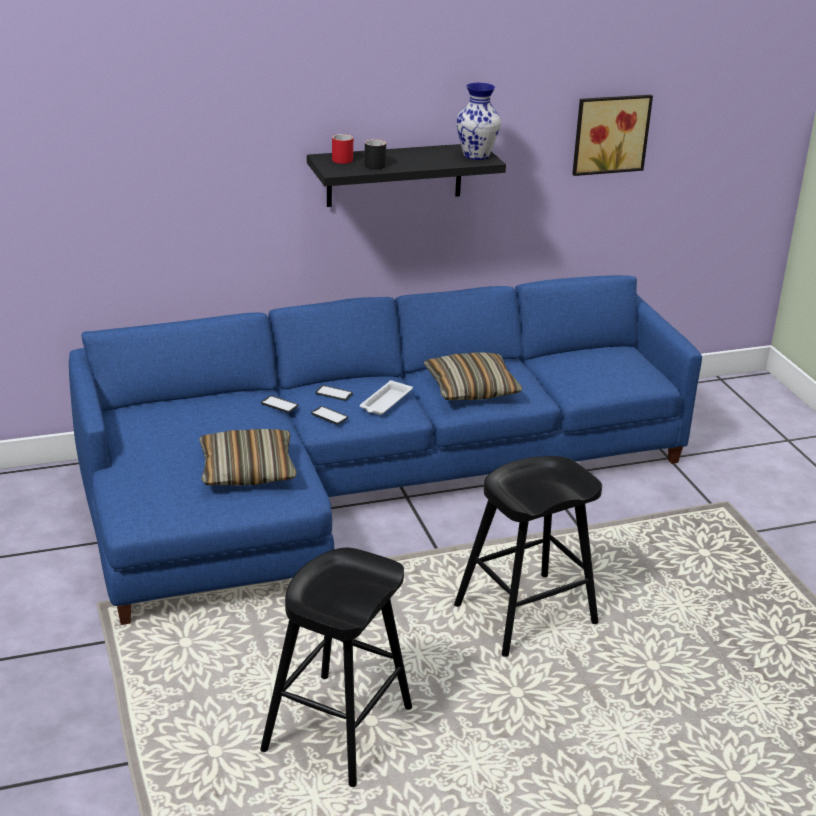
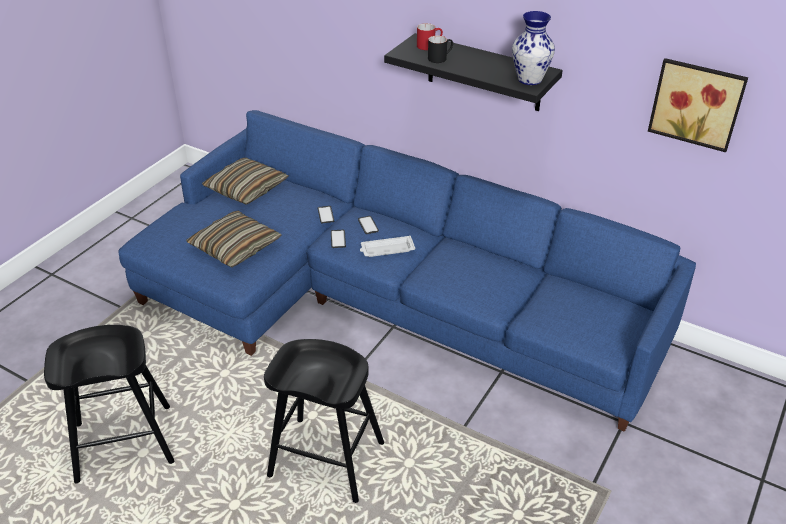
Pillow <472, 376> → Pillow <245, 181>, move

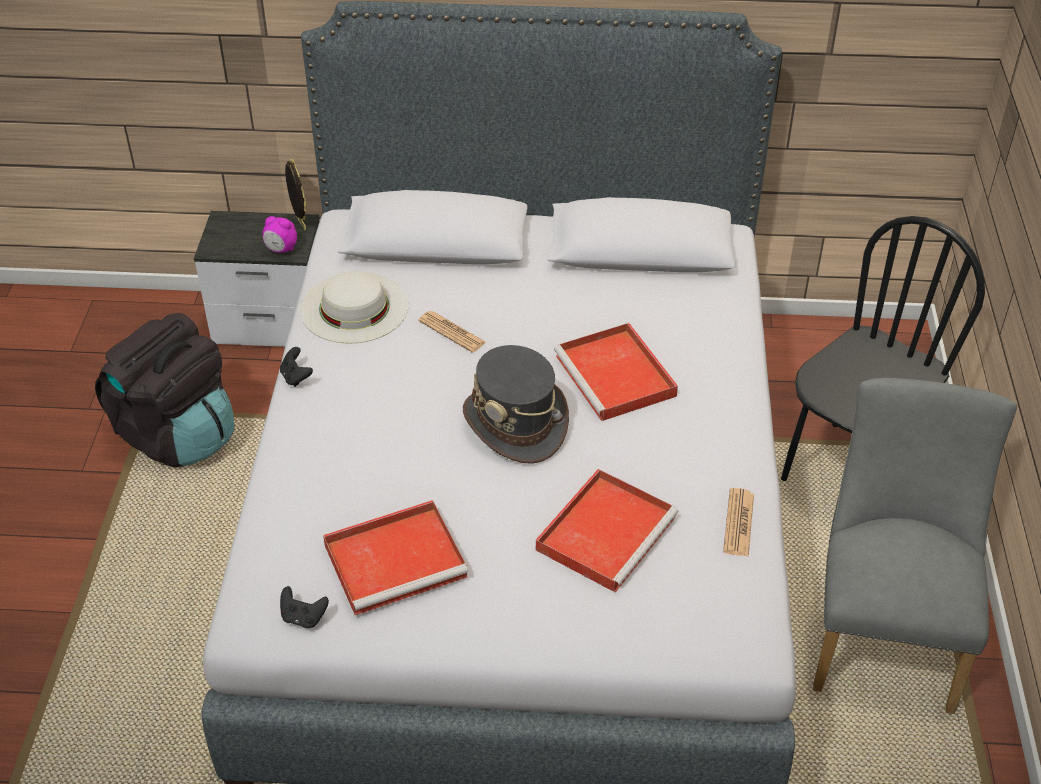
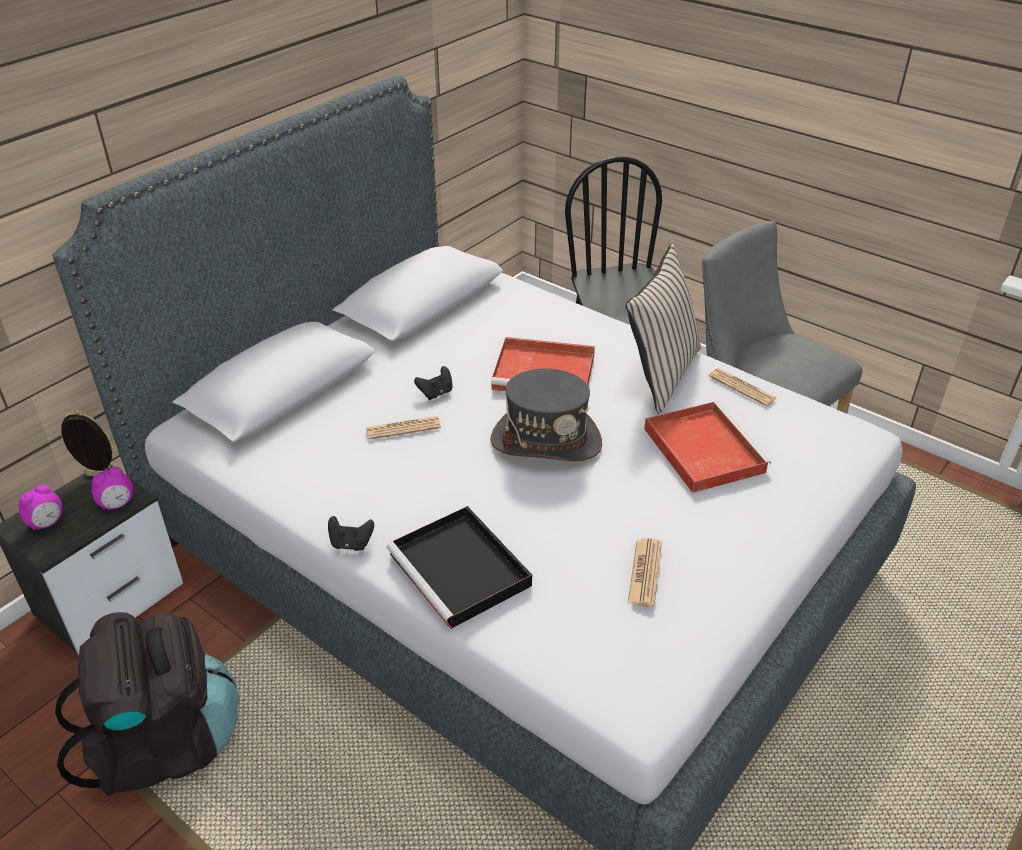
- → AlarmClock <40, 508>
- → BlackTray <459, 567>
BlackGameController <304, 607> → BlackGameController <433, 383>, move
- → BeigePillow <663, 329>
RedTray <395, 557> → Newspaper <644, 572>
WhiteHat <354, 307> → -

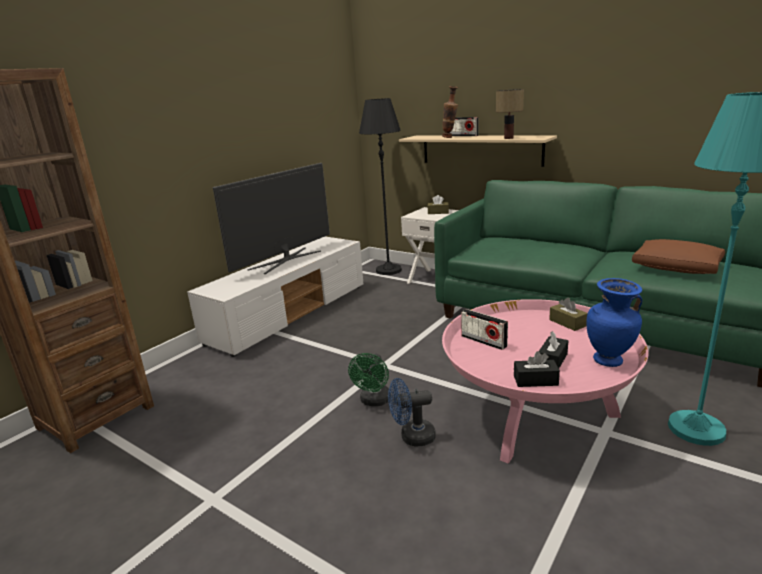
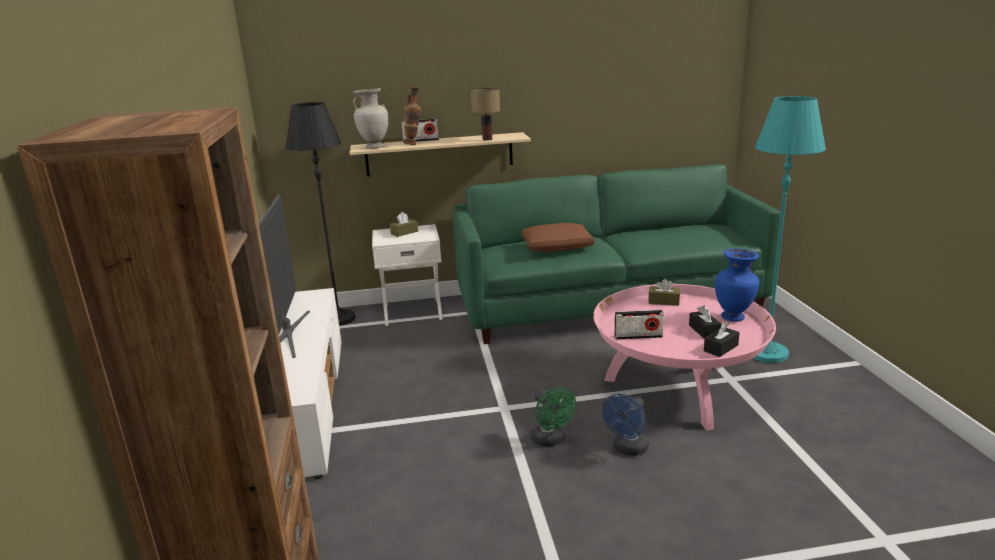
- → BeigeVase <370, 118>
BrownPillow <678, 256> → BrownPillow <558, 237>, move

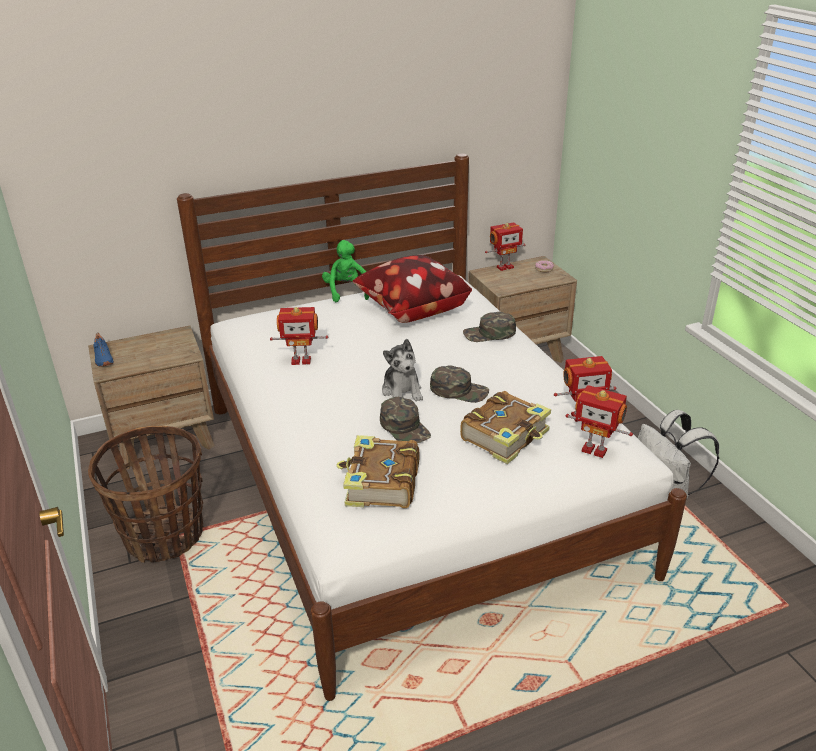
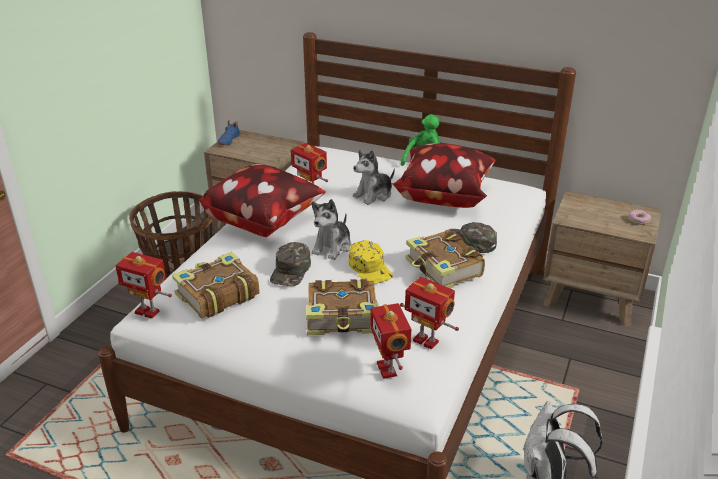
ToyRobot <505, 246> → ToyRobot <143, 285>, move
- → Pillow <262, 200>
GreenCap <459, 384> → YellowCap <370, 262>
- → PlushToy <374, 177>
- → Book <445, 259>

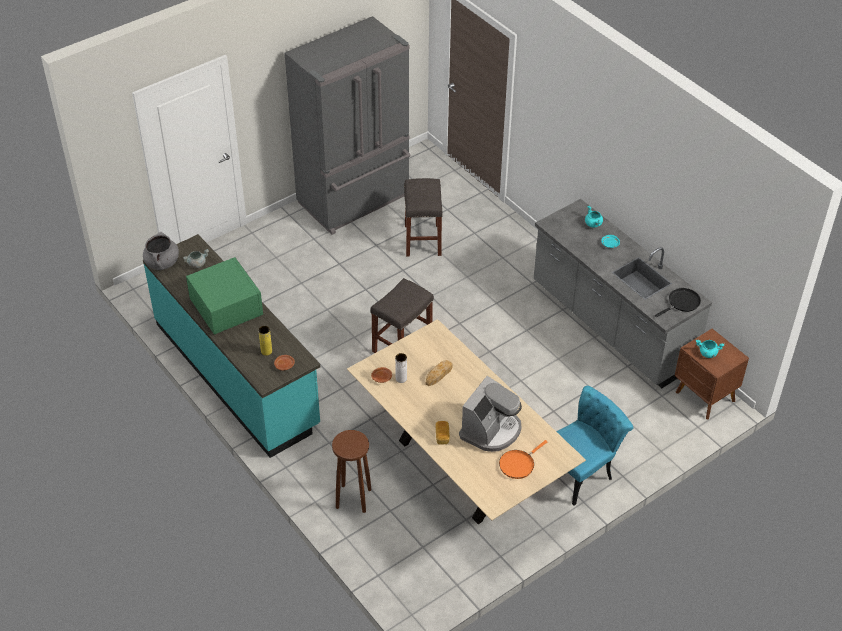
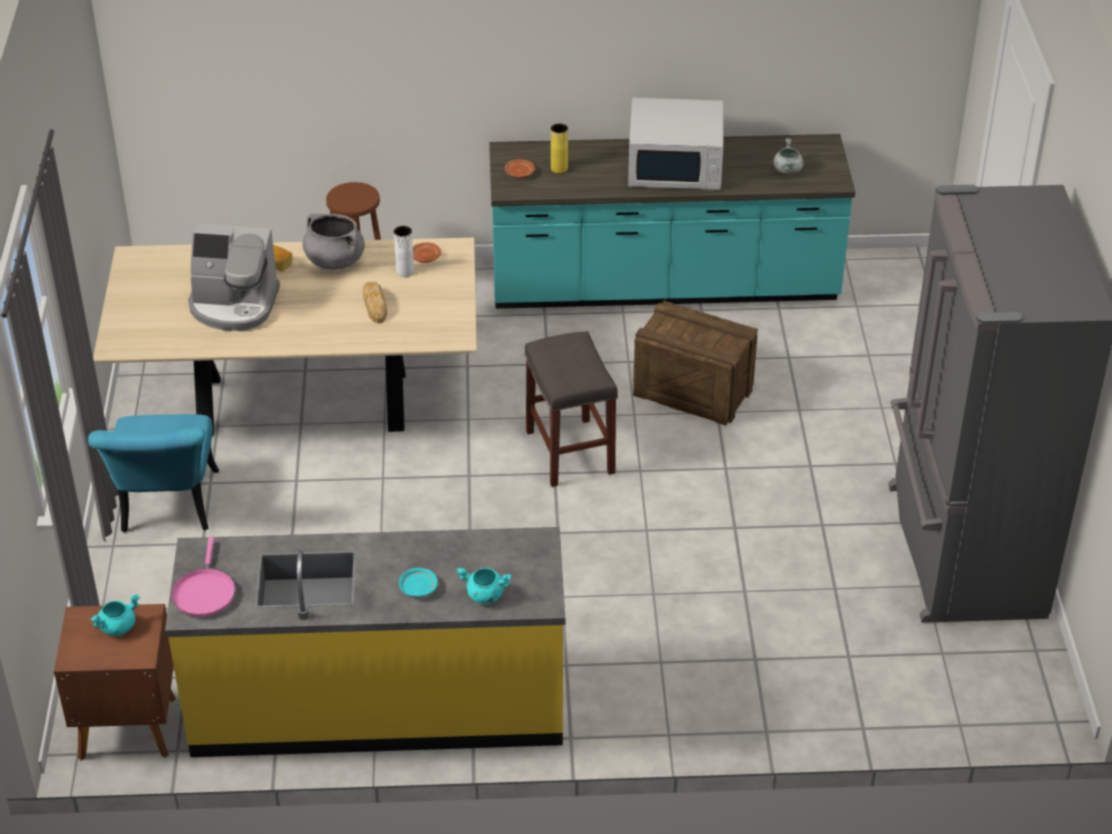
GreyCounter <623, 293> → YellowCounter <365, 642>
BlackFryingPan <678, 302> → PinkFryingPan <203, 576>
CoffeeMachine <490, 414> → CoffeeMachine <234, 277>, 60 degrees counterclockwise
GreyCookingPot <161, 251> → GreyCookingPot <333, 242>, move
GreenMicrowave <224, 296> → WhiteMicrowave <675, 144>
- → Crate <695, 363>
GreyStool <423, 217> → -
OrangeFryingPan <523, 459> → -

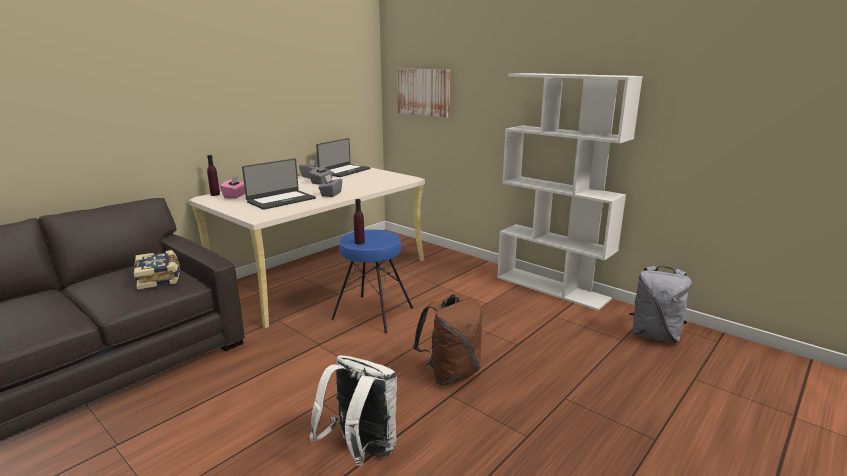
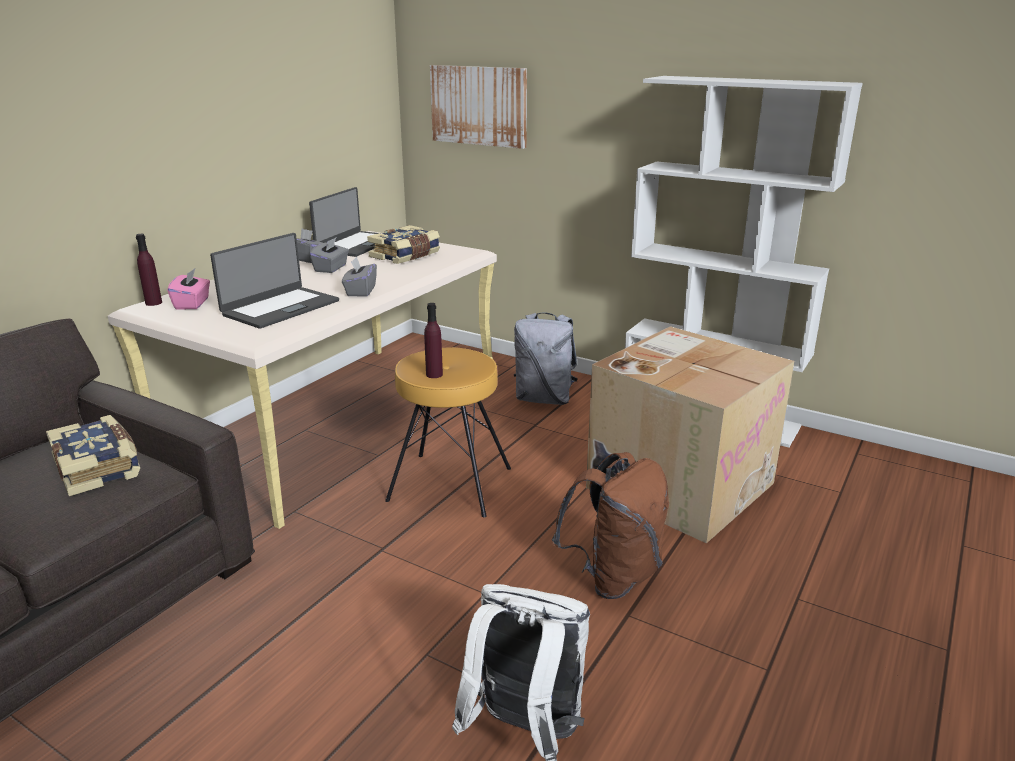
- → Book <403, 244>
BlueStool <372, 281> → BrownStool <448, 432>
GreyBackpack <660, 304> → GreyBackpack <546, 358>, move
- → CardboardBox <690, 434>

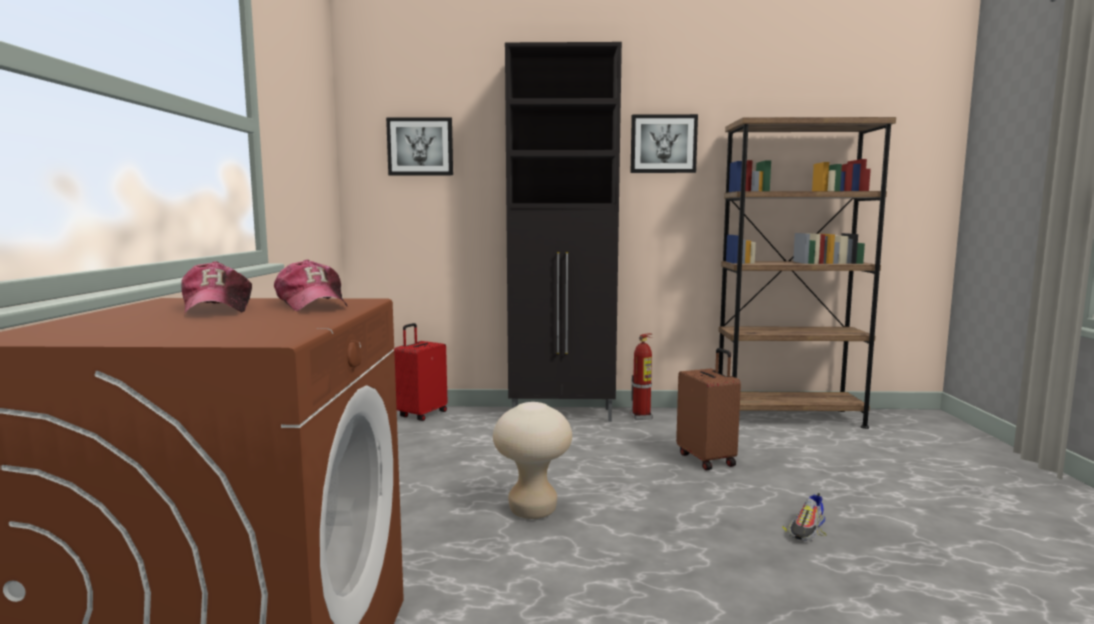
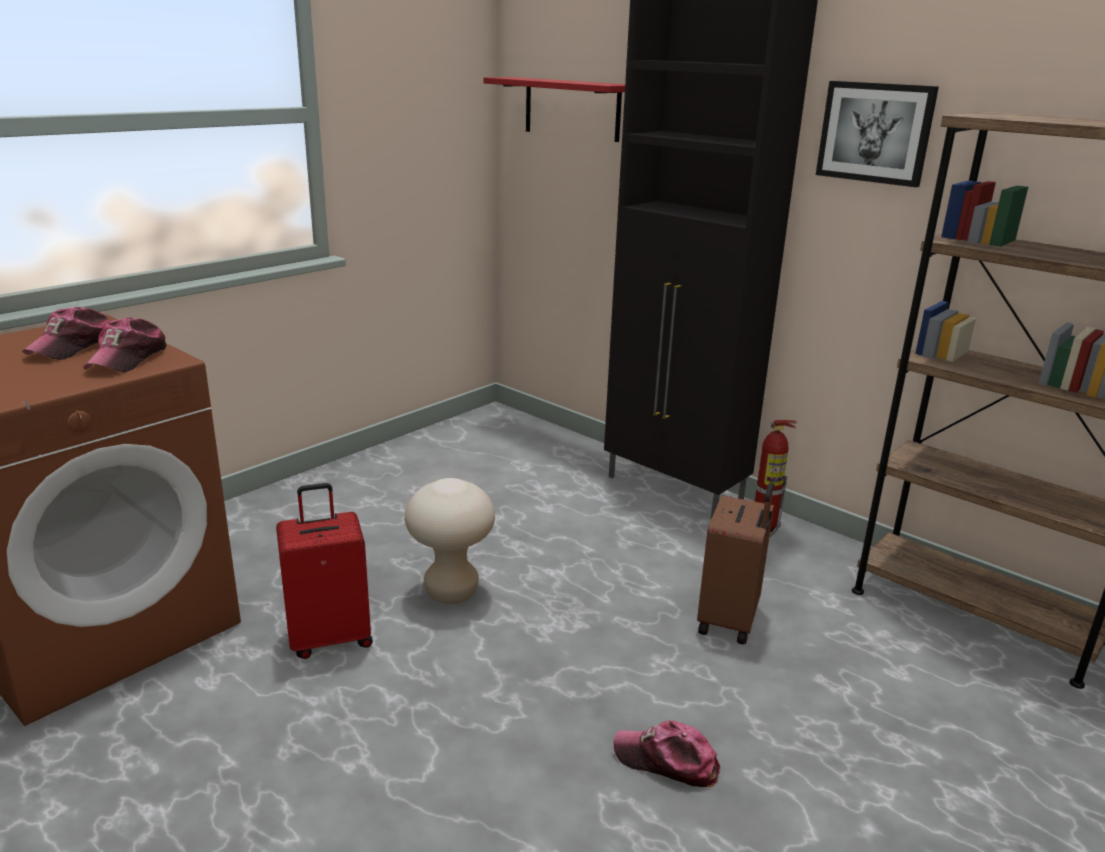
RedSuitcase <420, 372> → RedSuitcase <324, 571>, move
Picture <419, 146> → RedShelf <554, 109>
Shoe <804, 517> → Cap <667, 753>

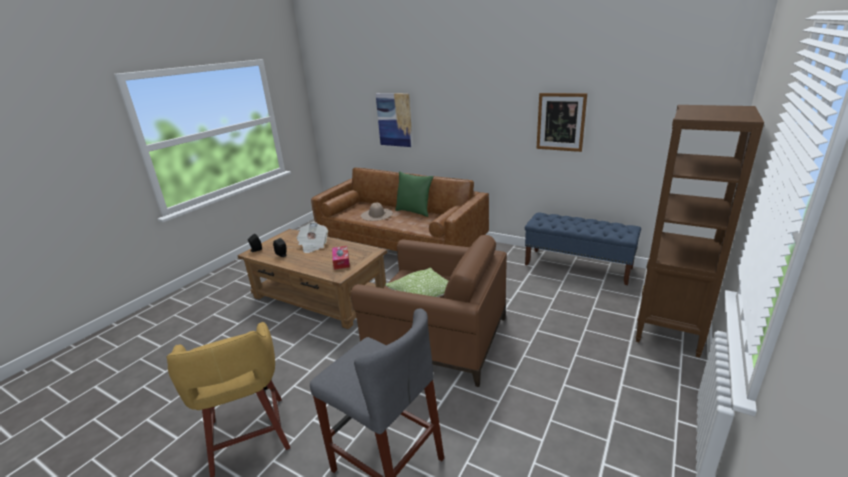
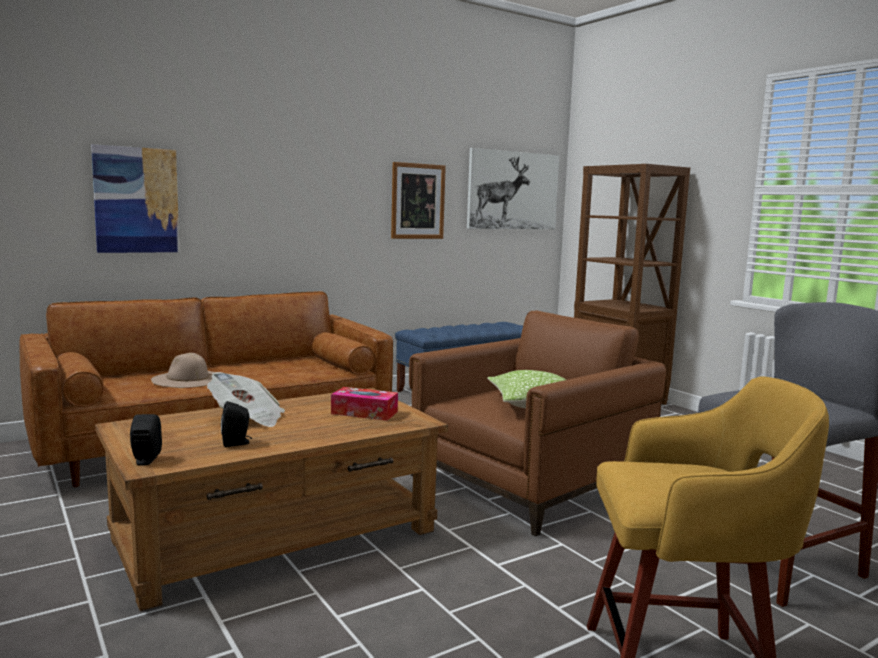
- → Picture <513, 189>
GreenPillow <414, 194> → -

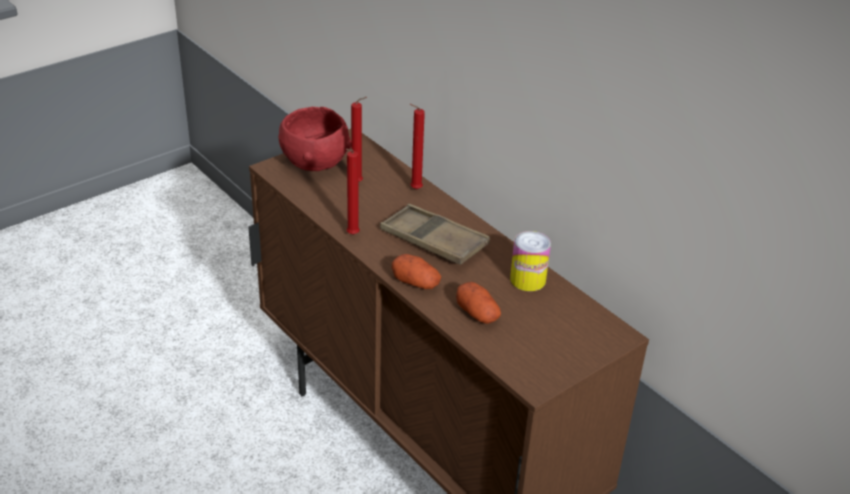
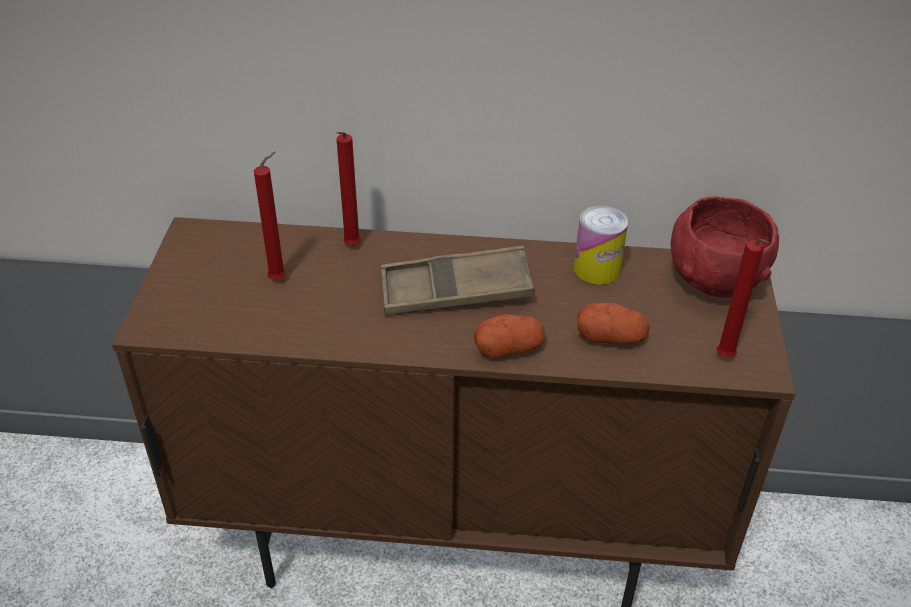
RedBowl <315, 139> → RedBowl <725, 247>, move
RedCandle <353, 192> → RedCandle <743, 298>, move

